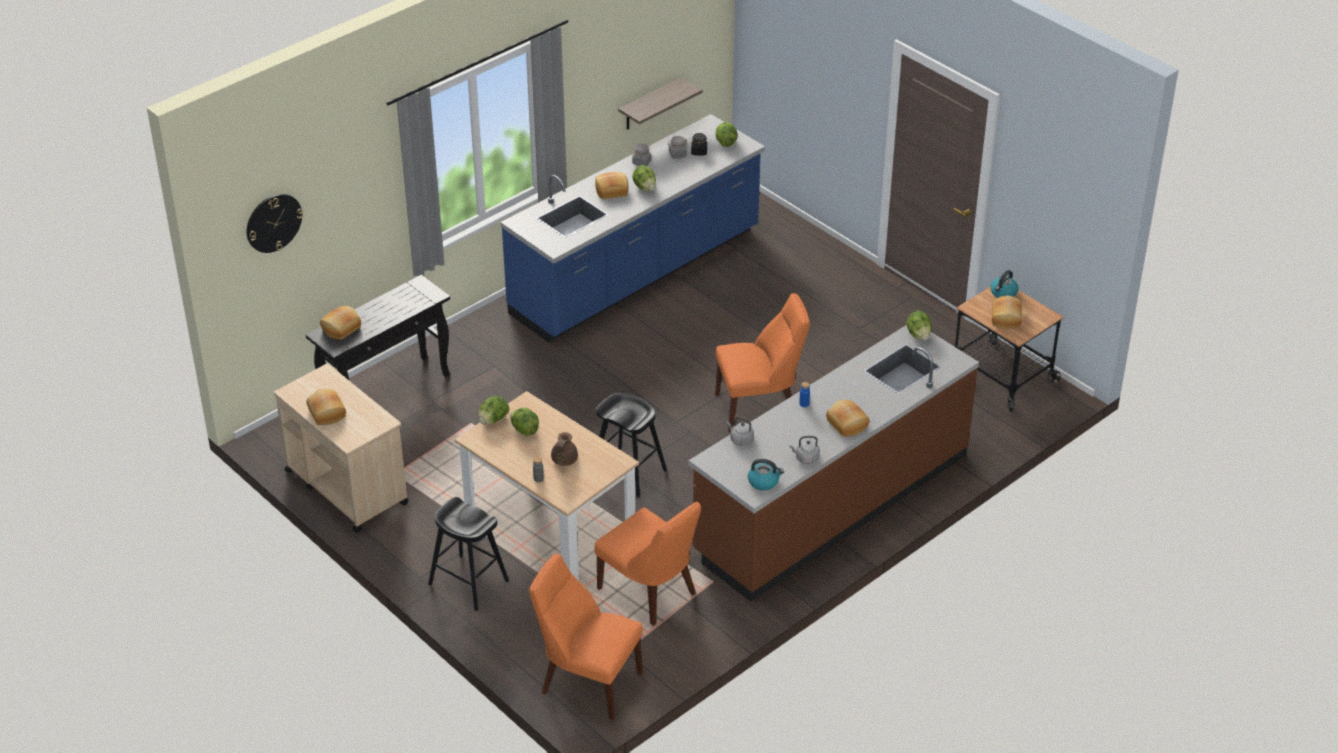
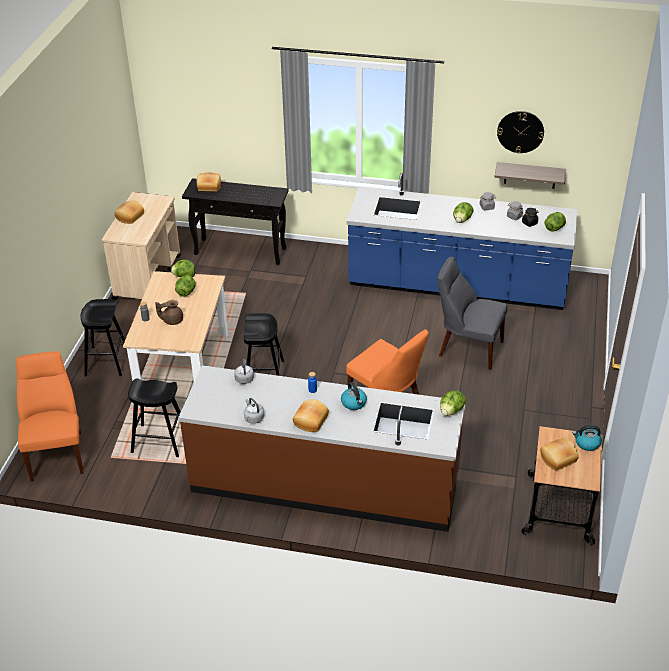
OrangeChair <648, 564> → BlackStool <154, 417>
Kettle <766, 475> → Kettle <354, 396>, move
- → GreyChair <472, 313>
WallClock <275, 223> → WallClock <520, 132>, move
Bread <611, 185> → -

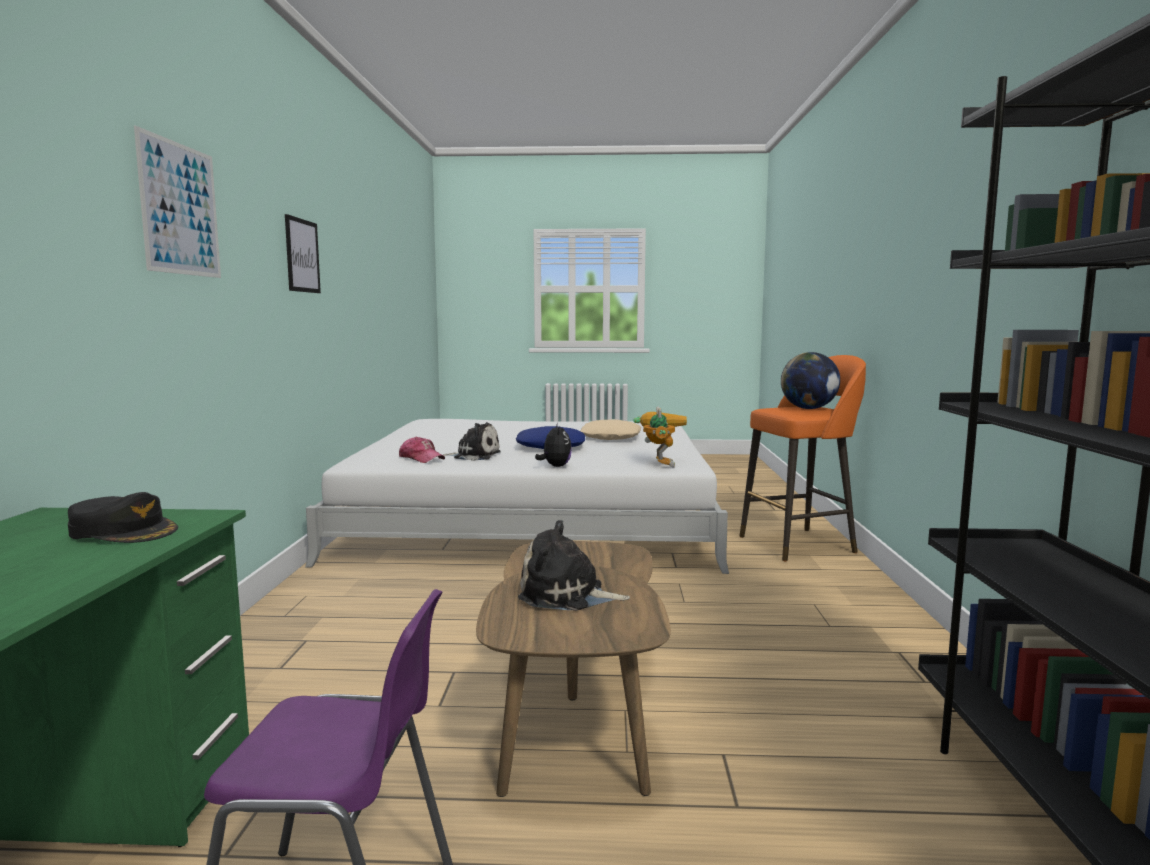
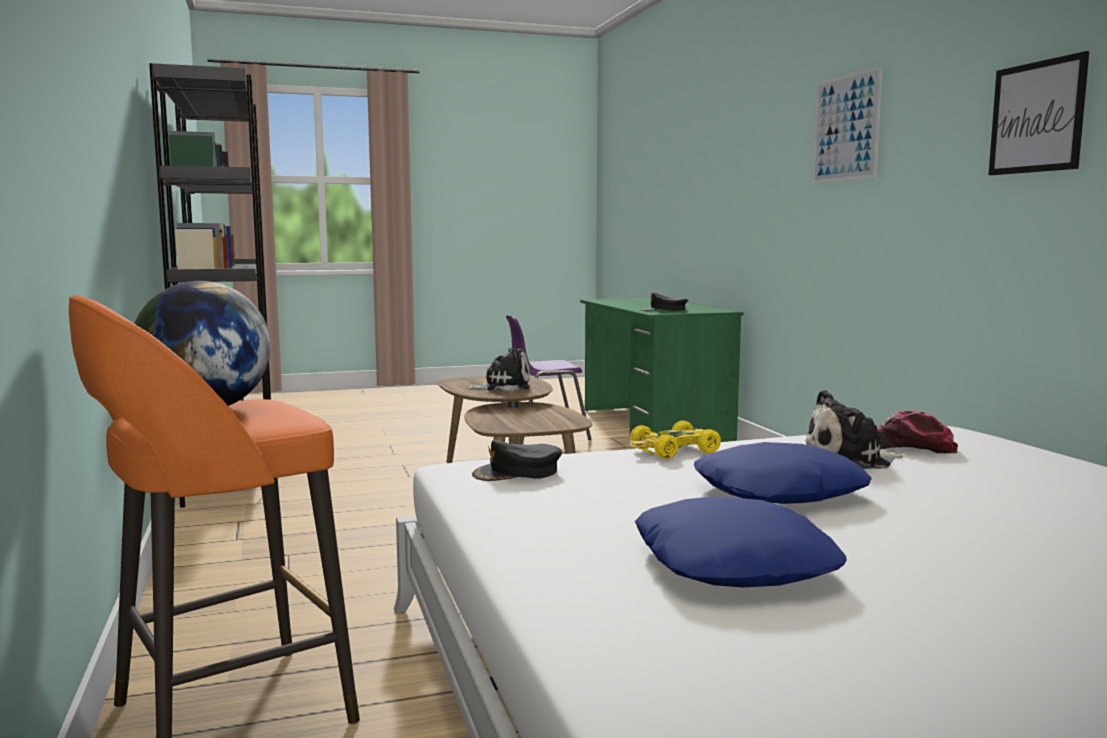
ToyRobot <660, 436> → BlackCap <517, 460>
PlushToy <553, 444> → YellowToyCar <675, 439>
BeigePillow <611, 429> → BluePillow <740, 541>

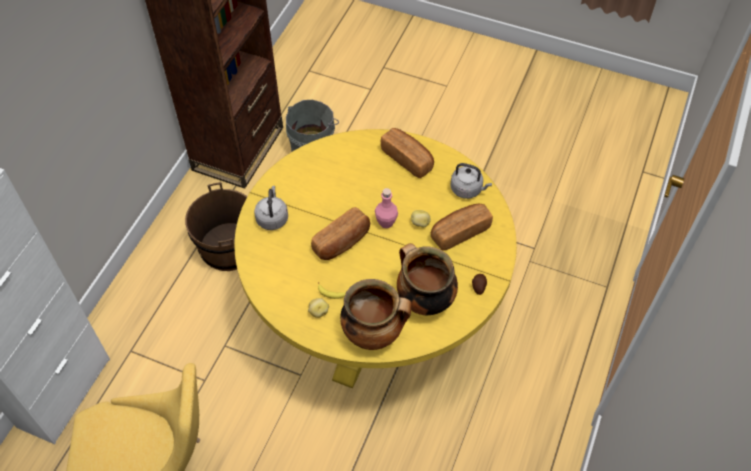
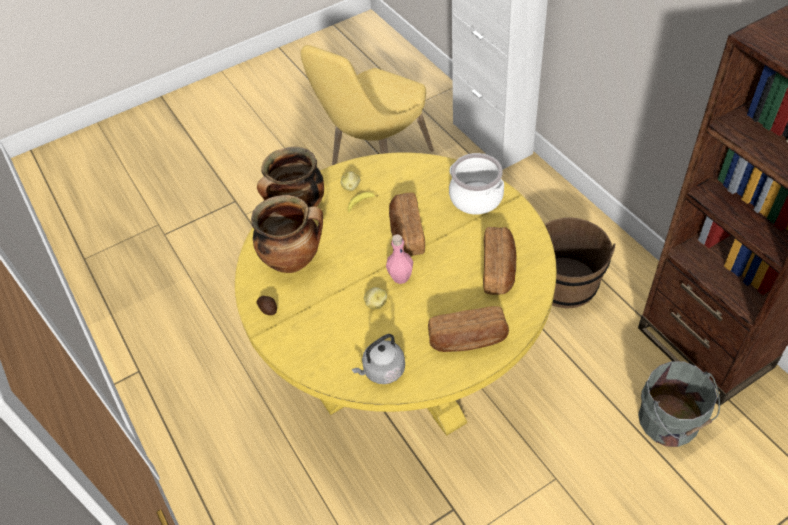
GreyKettle <271, 208> → CookingPot <476, 184>
Bread <462, 227> → Bread <500, 261>, move

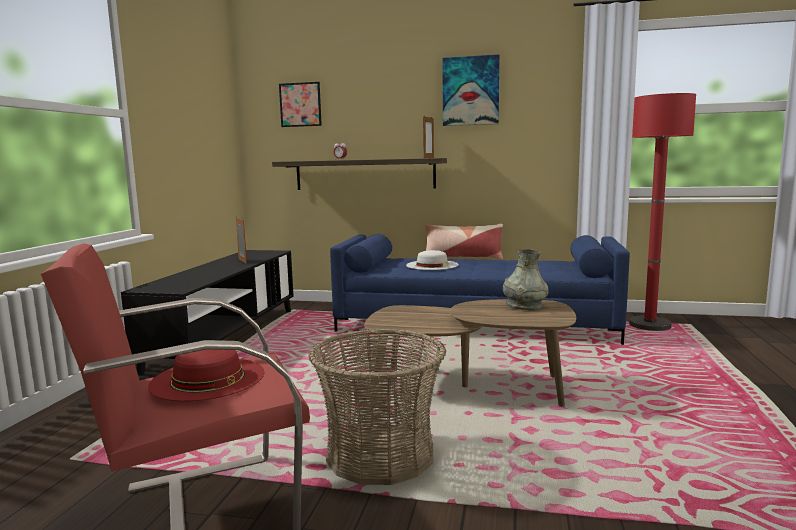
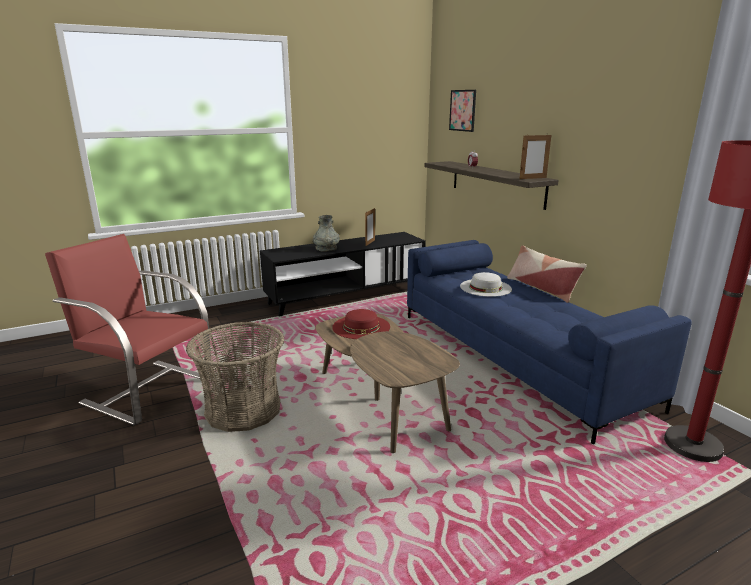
GreyVase <526, 279> → GreyVase <326, 233>, move
RedHat <206, 375> → RedHat <361, 324>, move
Picture <471, 90> → -

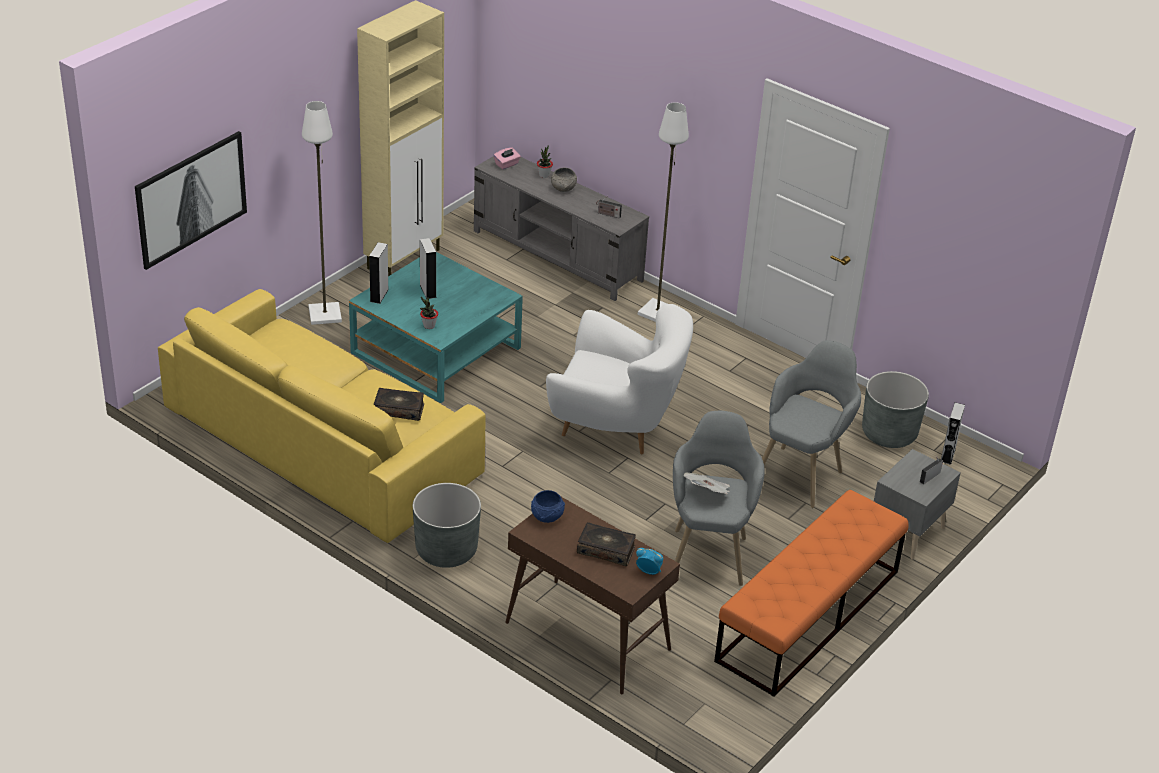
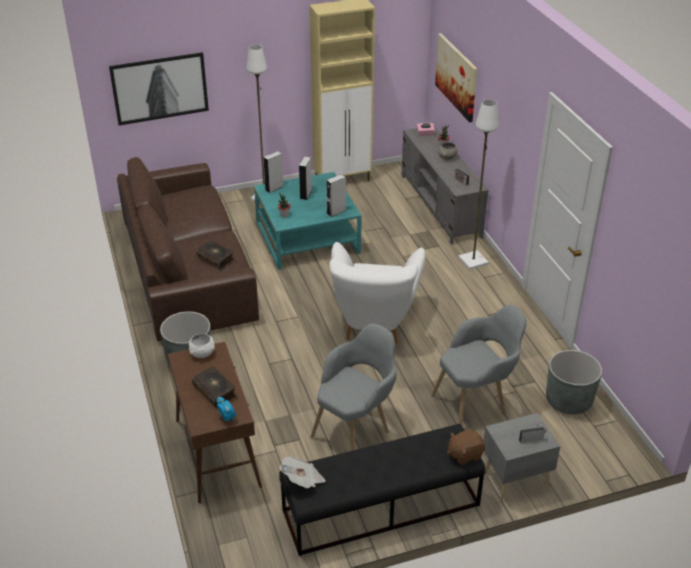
YellowSofa <322, 416> → BrownSofa <188, 249>
BlueBowl <548, 506> → WhiteBowl <202, 345>
OrangeBench <811, 593> → BlackBench <382, 490>
Newspaper <707, 483> → Newspaper <302, 472>, move
GreySpeaker <953, 434> → GreySpeaker <336, 195>, move
WhiteArmchair <619, 379> → WhiteArmchair <377, 293>, 45 degrees clockwise
- → Picture <456, 78>
- → BrownPlushToy <466, 447>

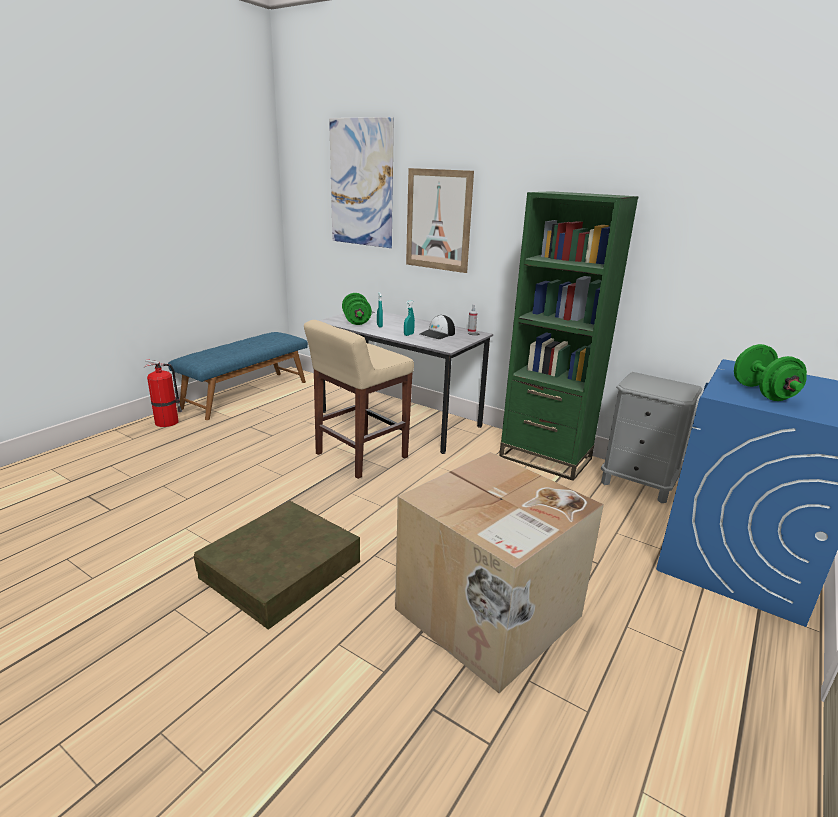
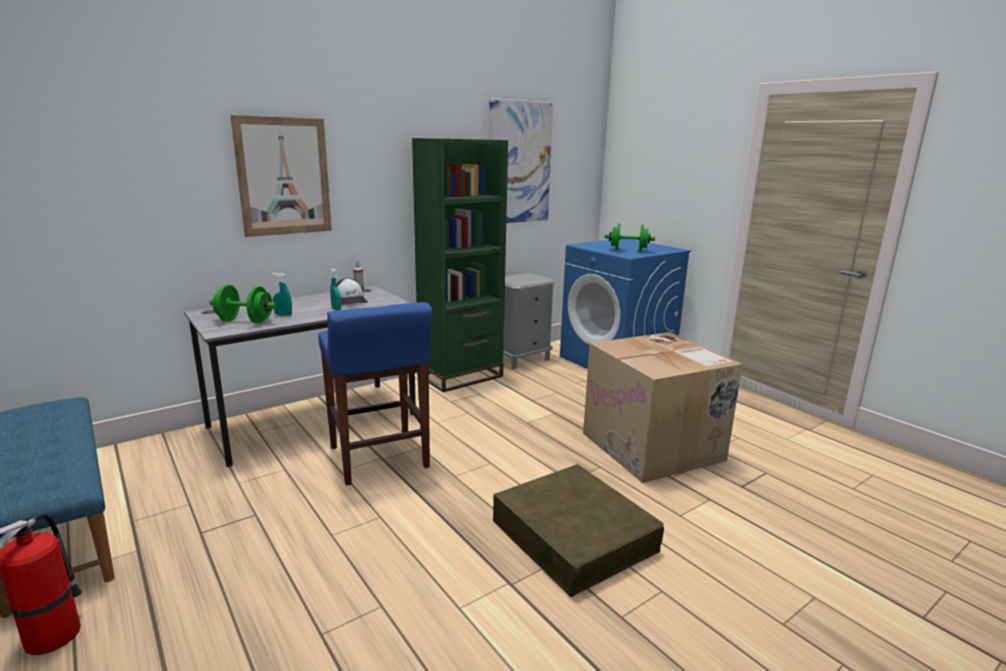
BeigeStool <359, 399> → BlueStool <375, 394>
Picture <361, 182> → Picture <521, 160>, move

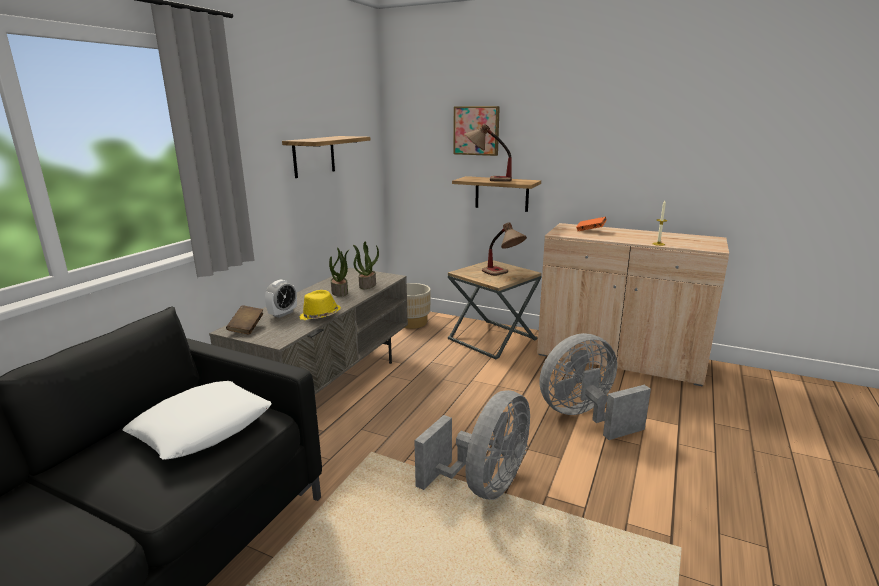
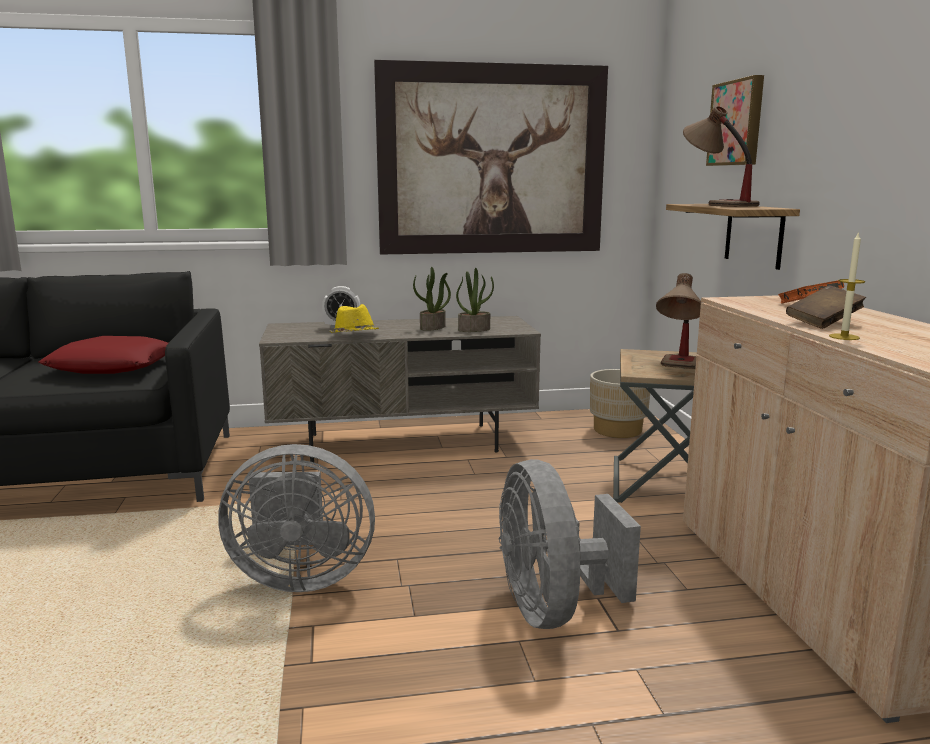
WhitePillow <197, 420> → RedPillow <103, 355>
Shelf <326, 157> → Picture <491, 157>
GreyFan <595, 386> → GreyFan <570, 544>, 135 degrees counterclockwise
BrownBook <244, 319> → BrownBook <826, 307>, move

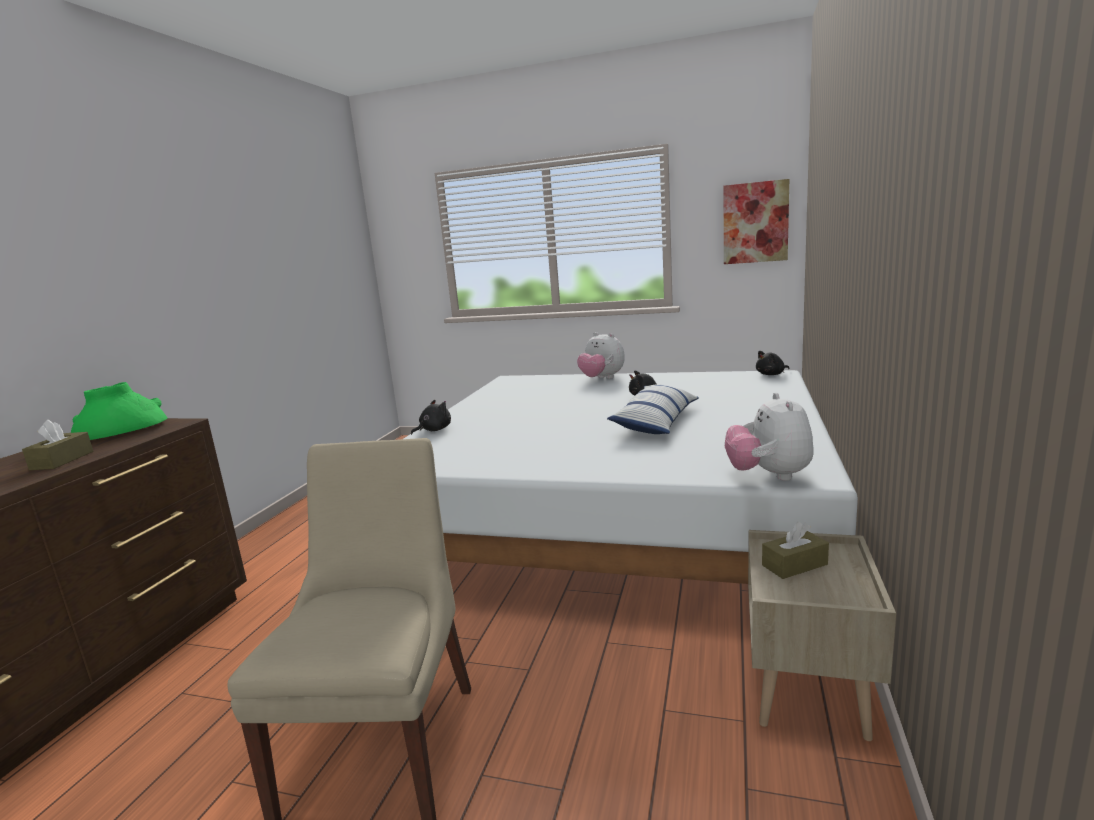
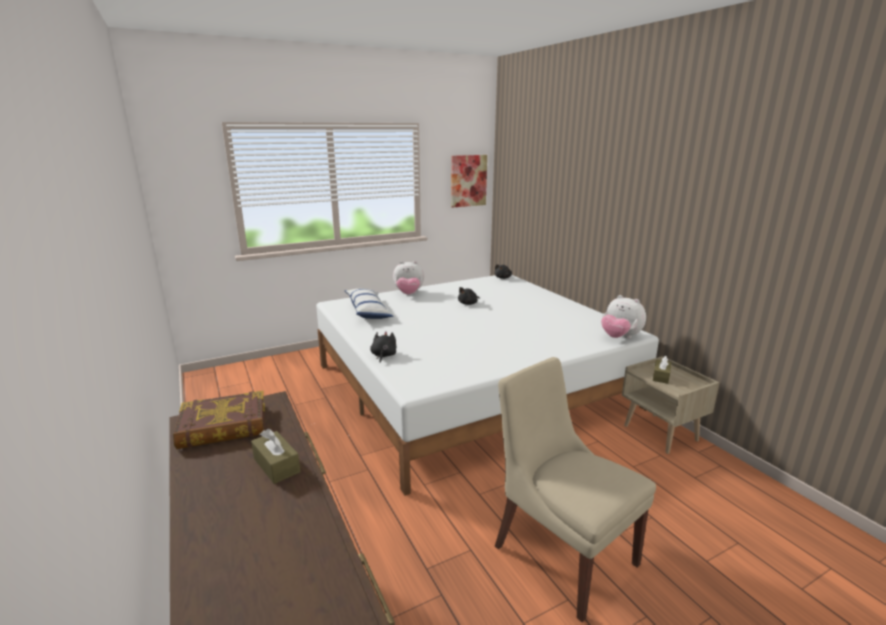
GreenVase <119, 411> → Book <219, 420>
Pillow <653, 409> → Pillow <369, 304>, move

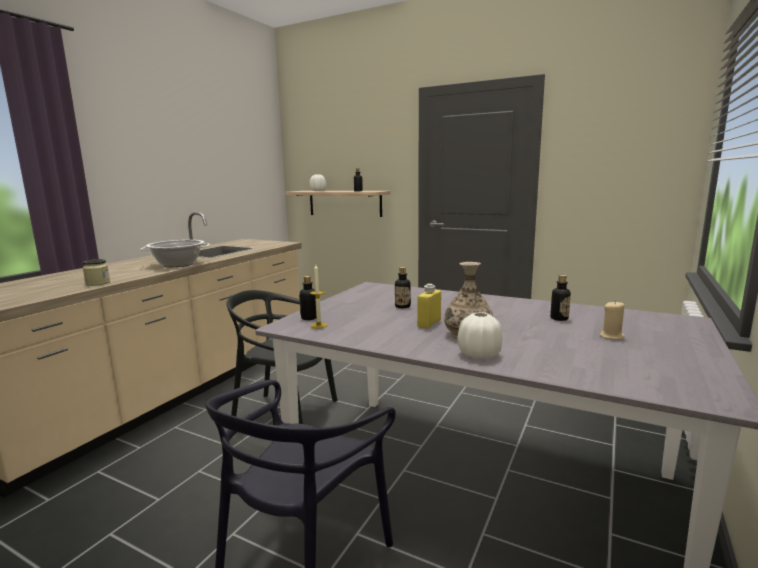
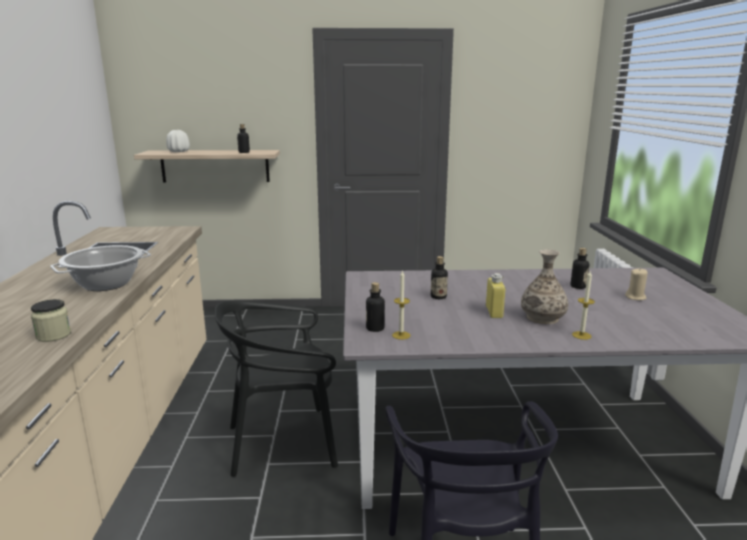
WhiteVase <479, 335> → Candle <583, 305>

